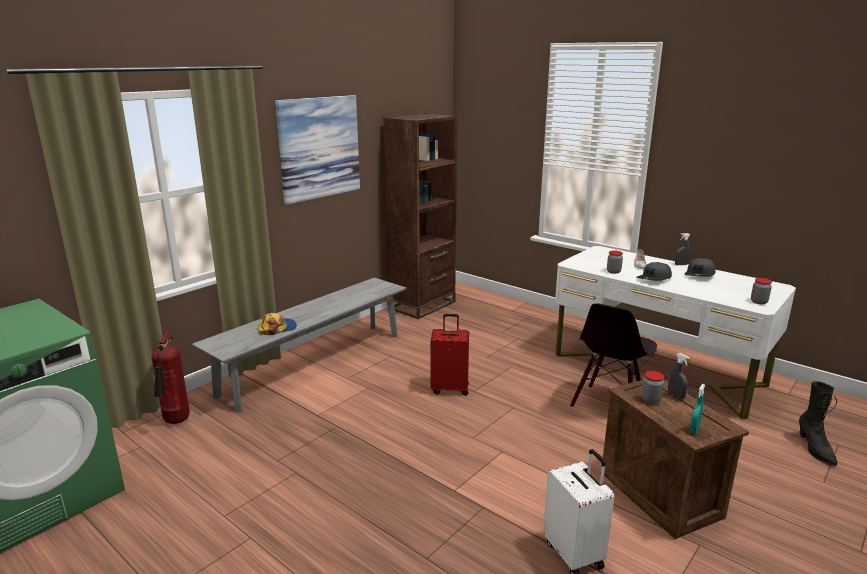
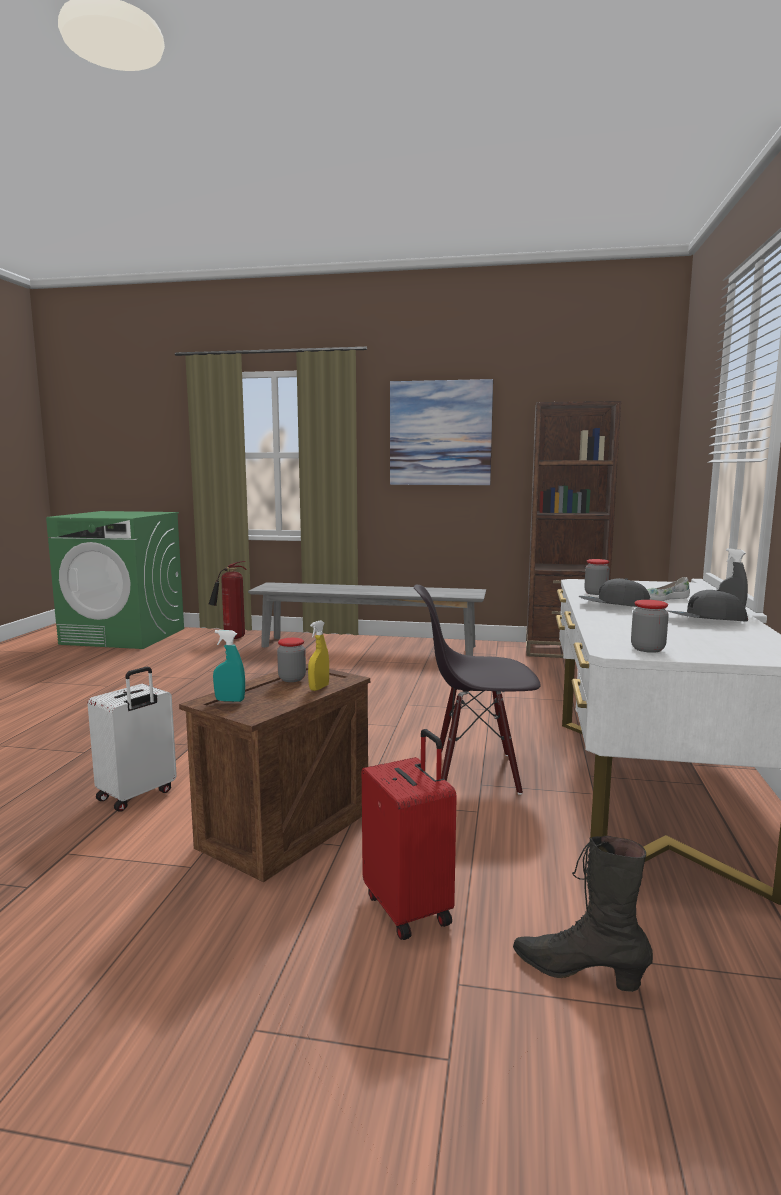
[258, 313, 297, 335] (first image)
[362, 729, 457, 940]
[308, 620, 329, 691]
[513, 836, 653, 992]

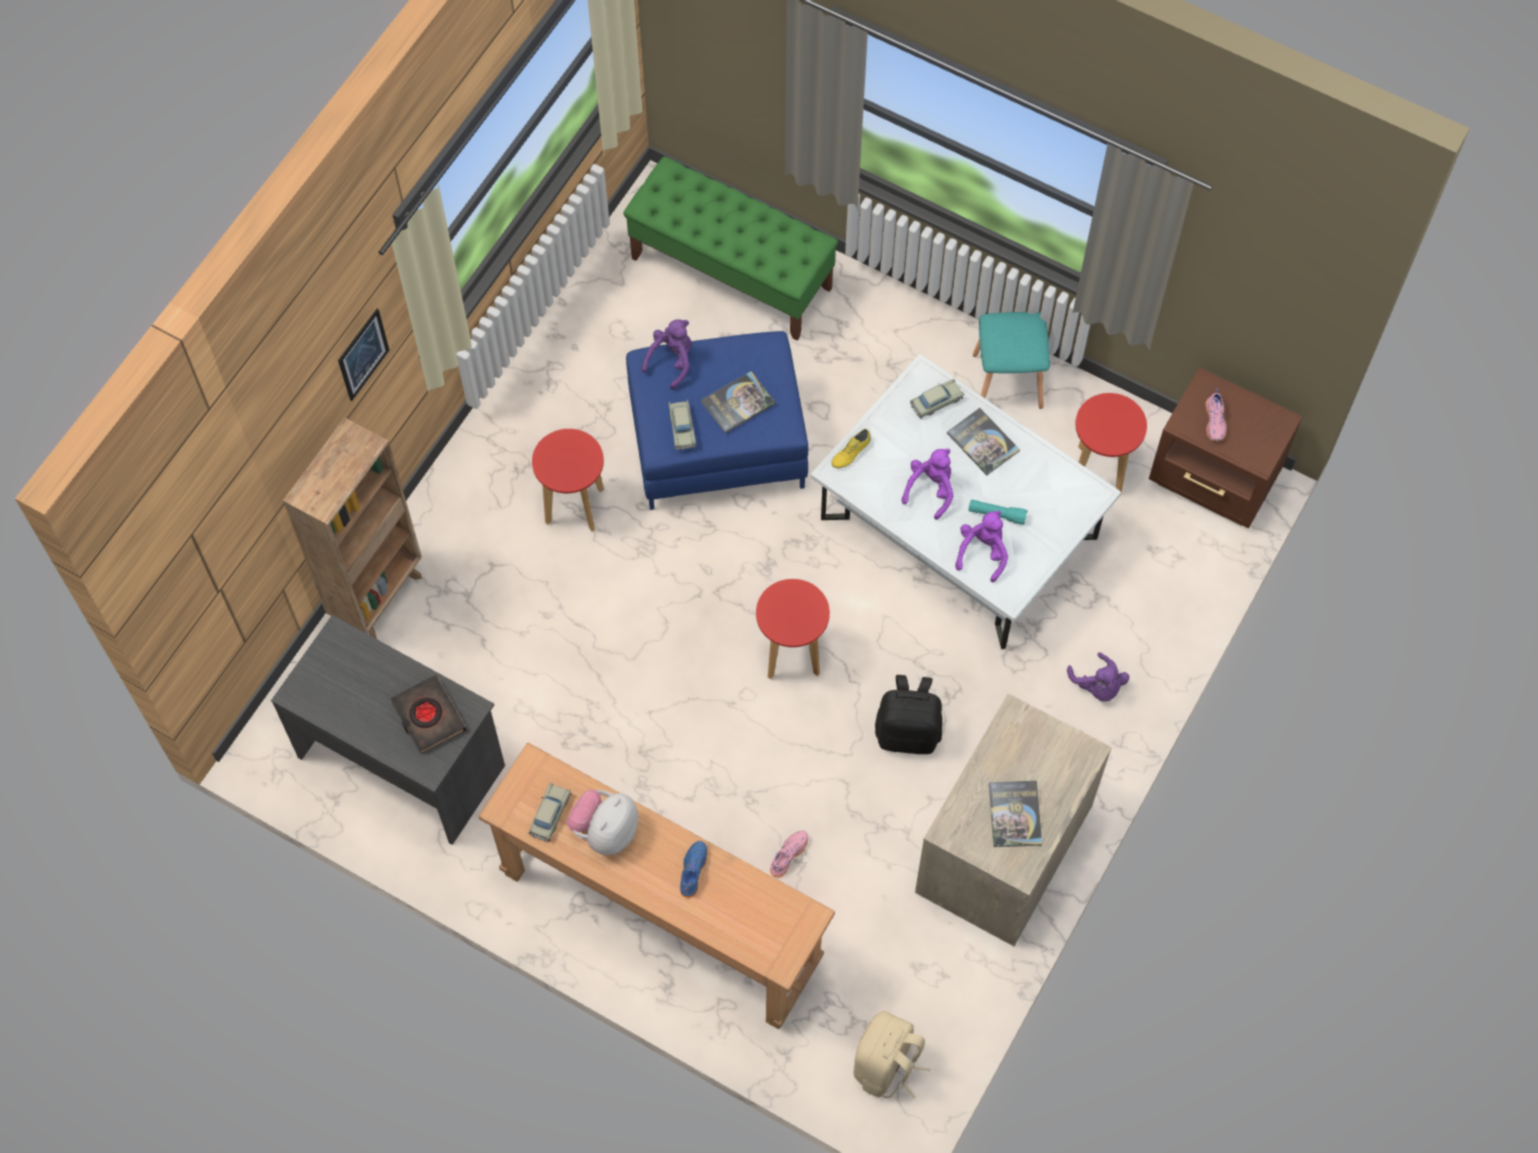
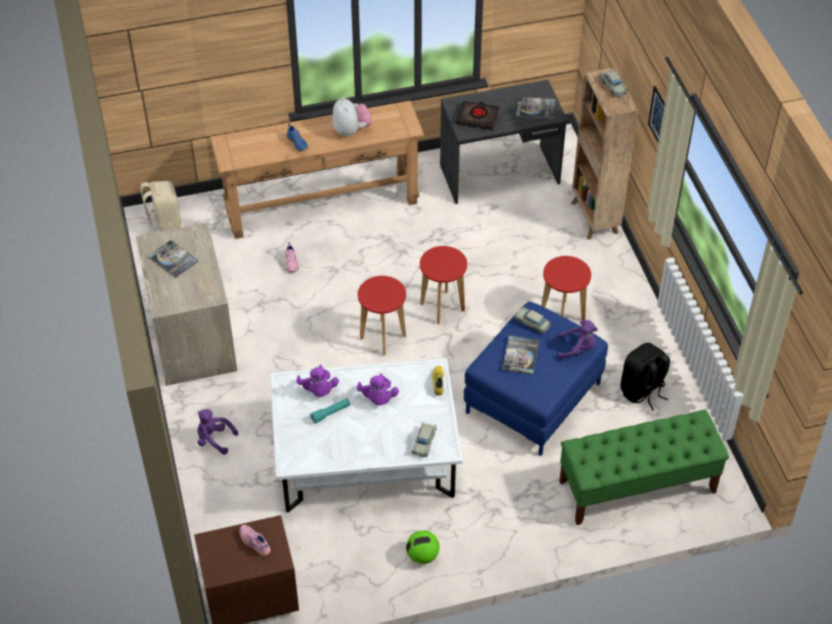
[406, 530, 439, 564]
[558, 320, 598, 359]
[420, 246, 467, 324]
[516, 97, 556, 119]
[620, 343, 670, 410]
[599, 69, 628, 97]

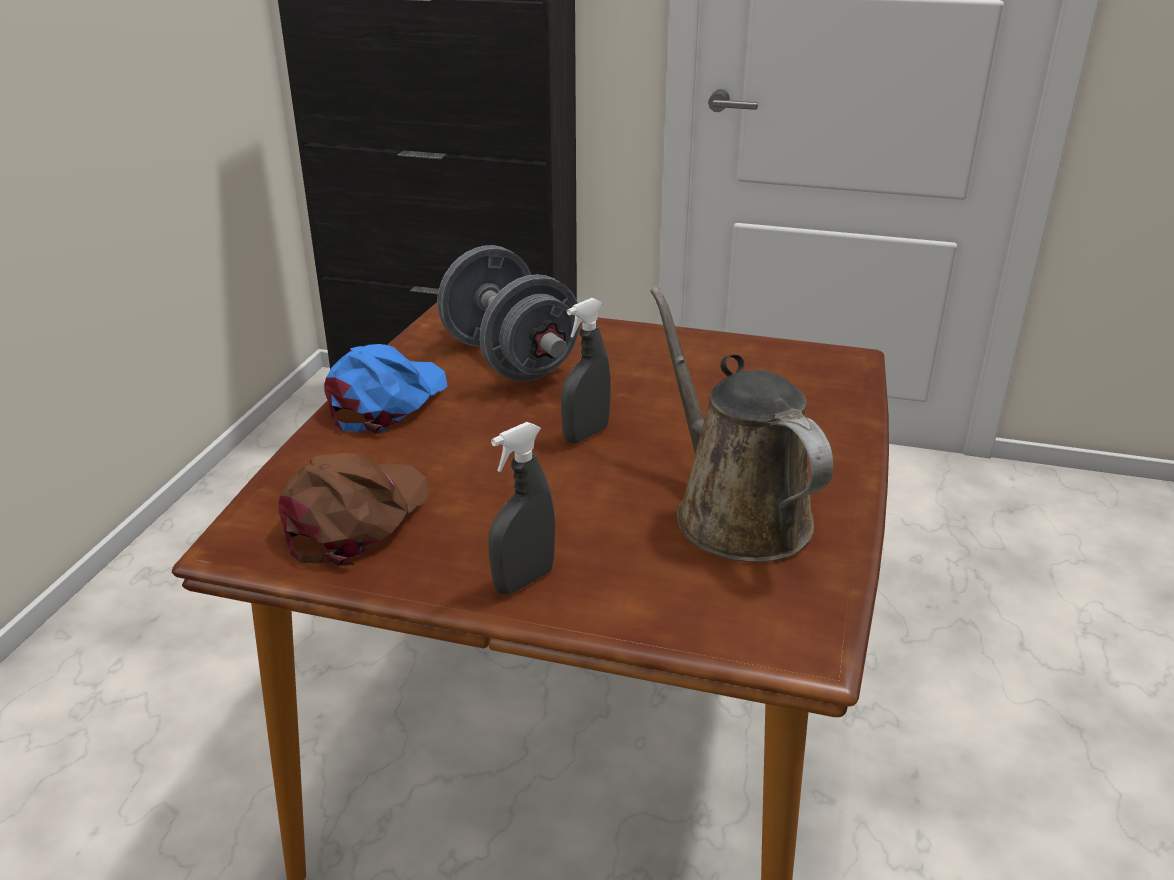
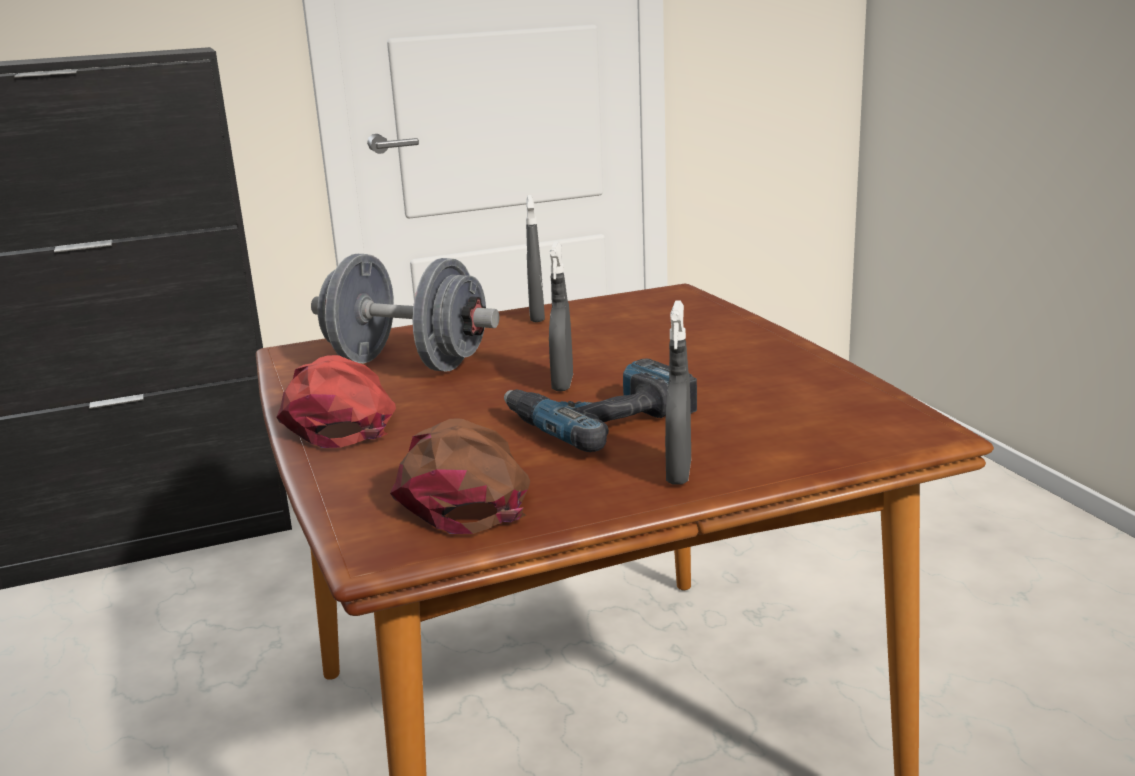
[650, 287, 833, 562] (first image)
[276, 355, 396, 448]
[526, 195, 545, 322]
[504, 359, 697, 452]

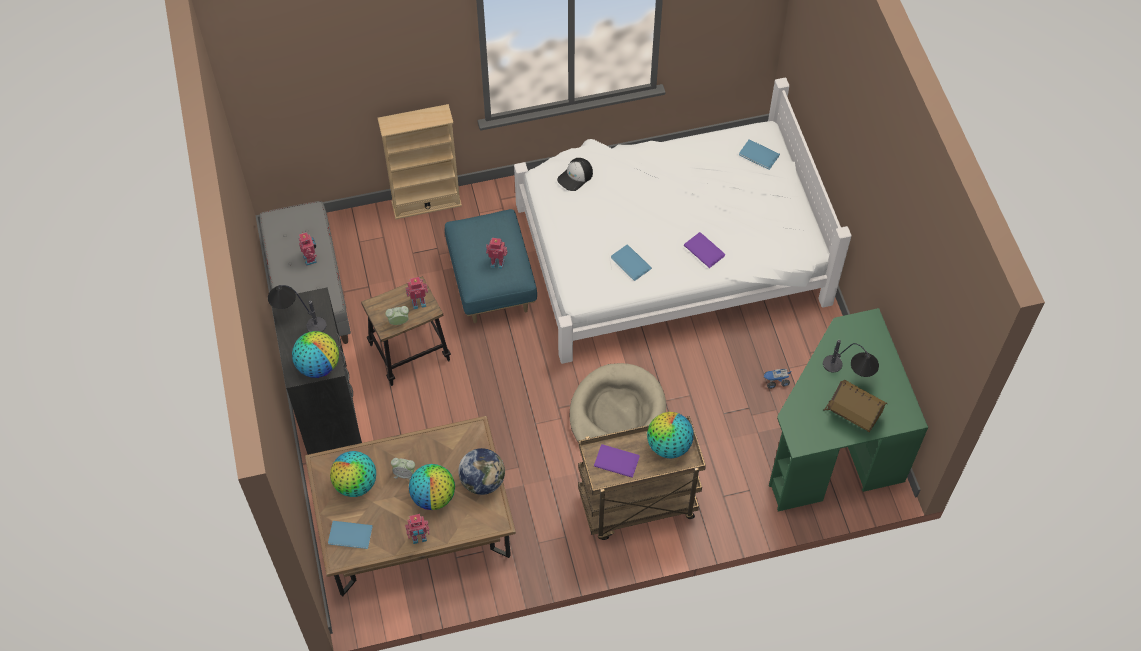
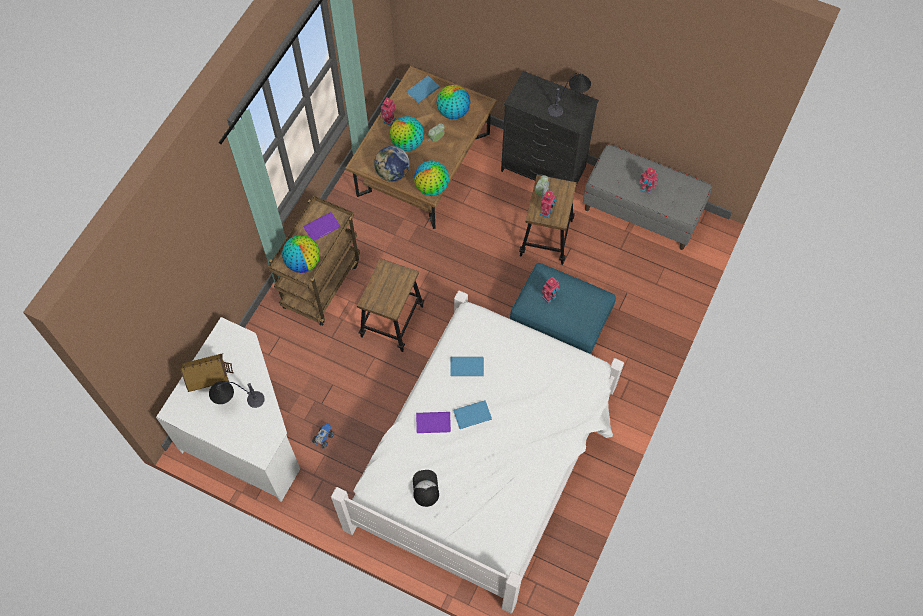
[378, 104, 462, 219] (first image)
[453, 400, 492, 429]
[413, 470, 439, 507]
[156, 317, 300, 502]
[414, 160, 449, 196]
[357, 258, 424, 352]

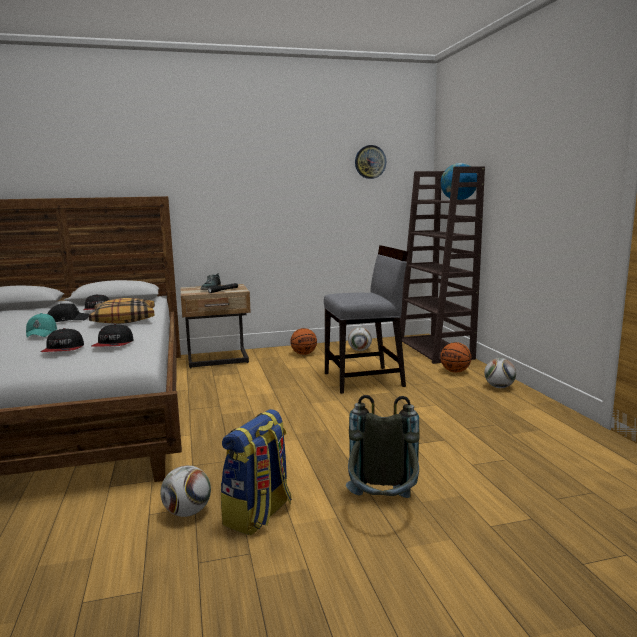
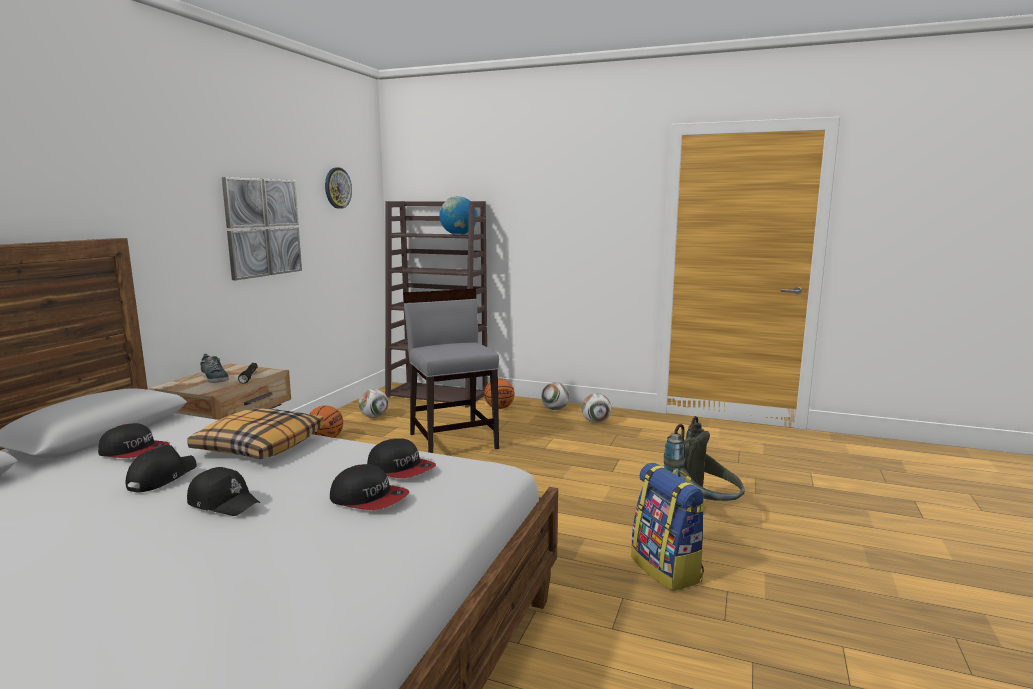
[403, 288, 499, 453]
[187, 467, 260, 516]
[582, 393, 612, 423]
[222, 177, 302, 280]

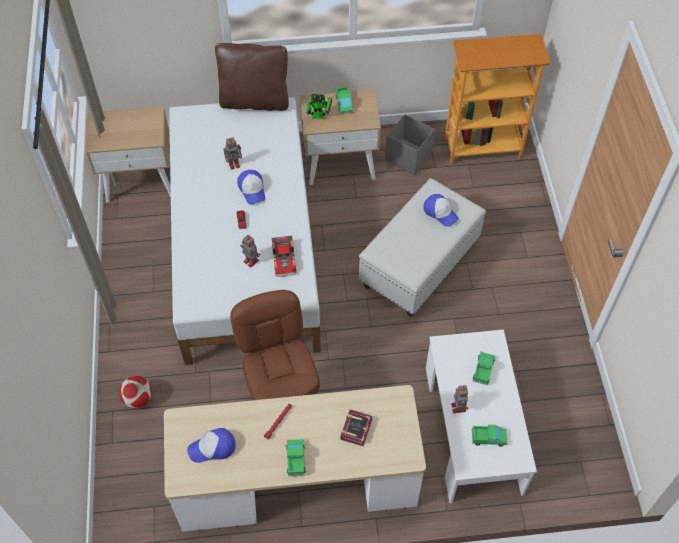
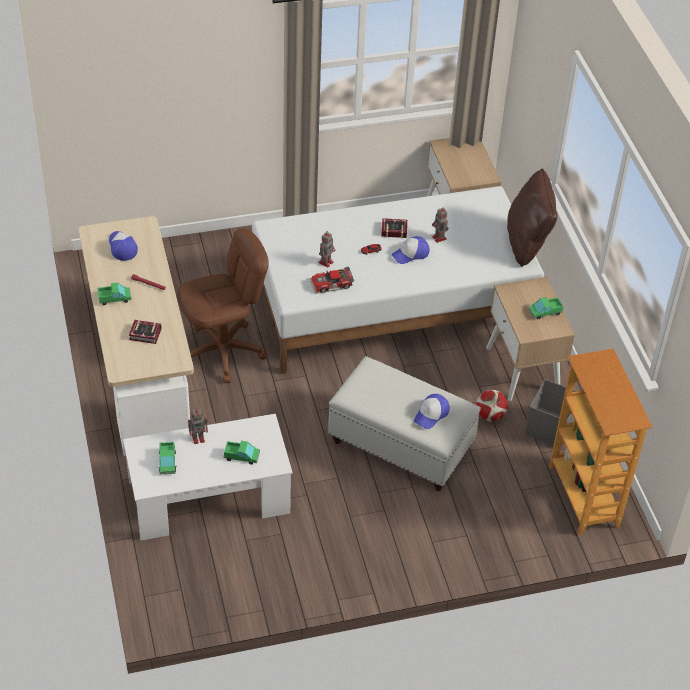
[304, 94, 332, 119] (first image)
[476, 390, 508, 421]
[381, 218, 407, 238]

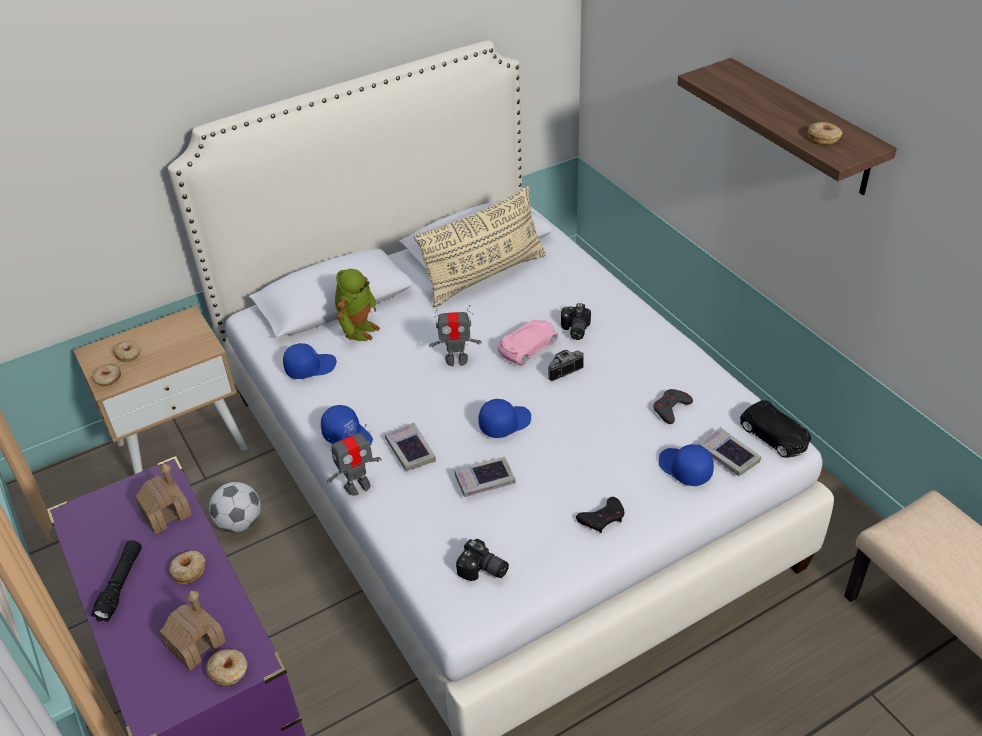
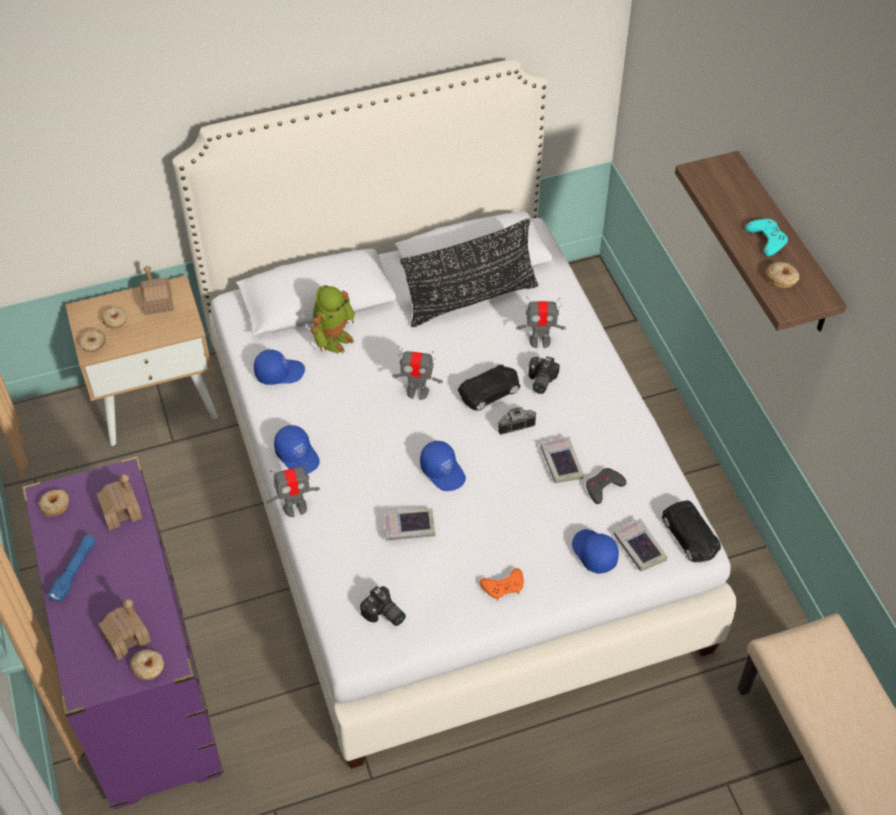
[400, 219, 538, 327]
[458, 365, 520, 411]
[420, 441, 466, 491]
[540, 436, 584, 483]
[209, 482, 261, 532] (first image)
[480, 568, 524, 601]
[47, 535, 96, 604]
[39, 489, 69, 517]
[746, 219, 788, 256]
[140, 265, 174, 315]
[516, 296, 566, 348]

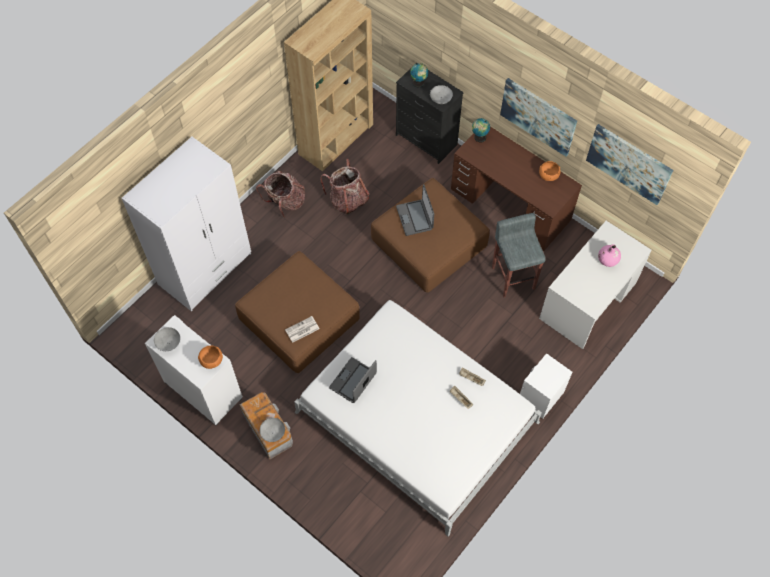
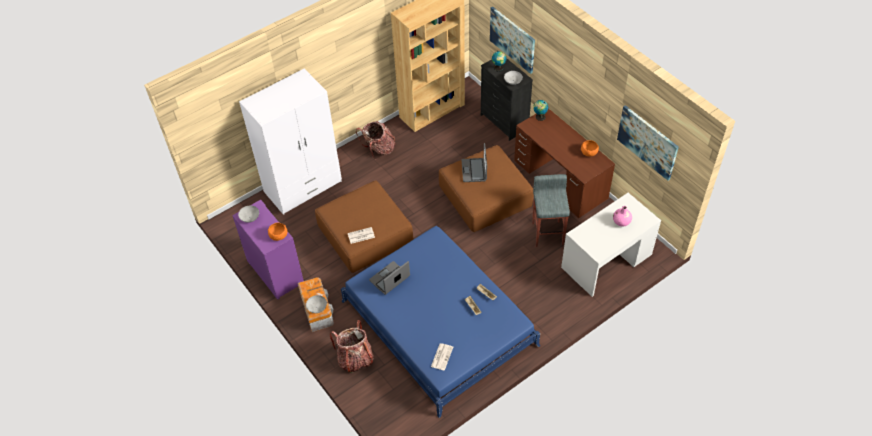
[490, 6, 535, 74]
[330, 320, 374, 373]
[341, 226, 540, 418]
[232, 200, 304, 300]
[520, 353, 572, 419] (first image)
[431, 343, 453, 370]

